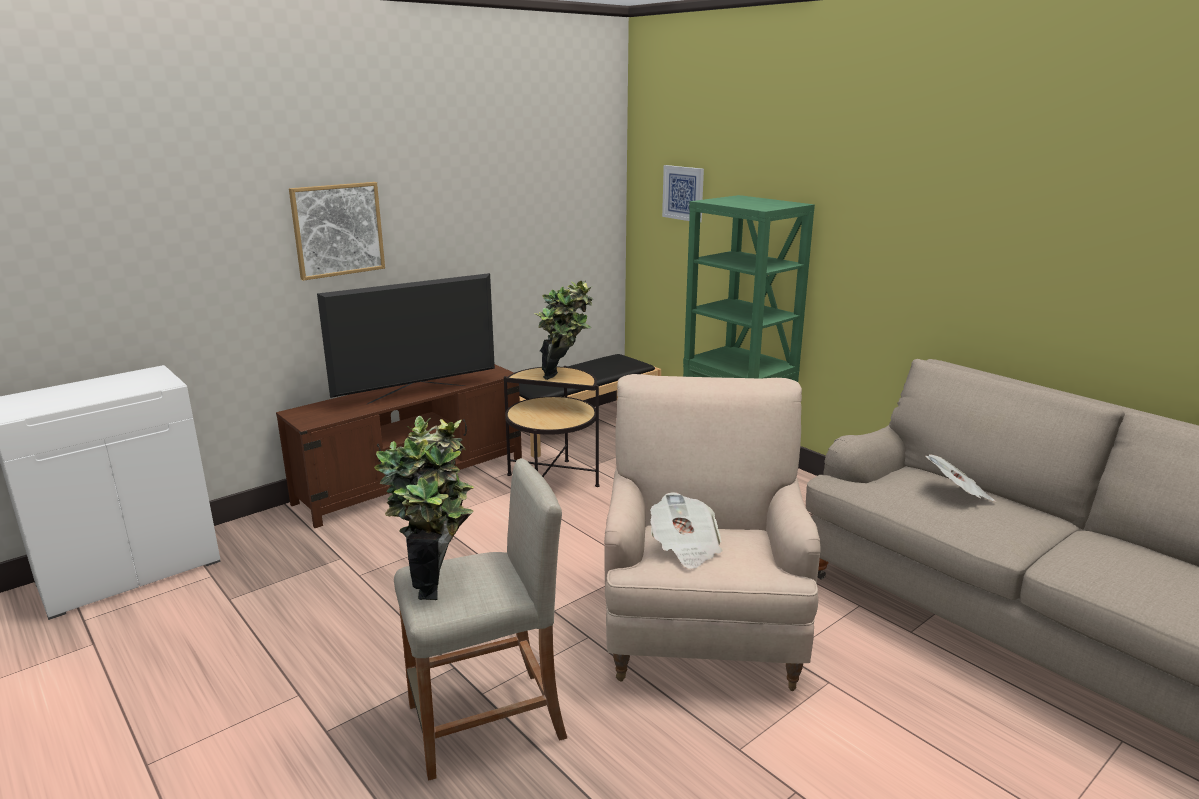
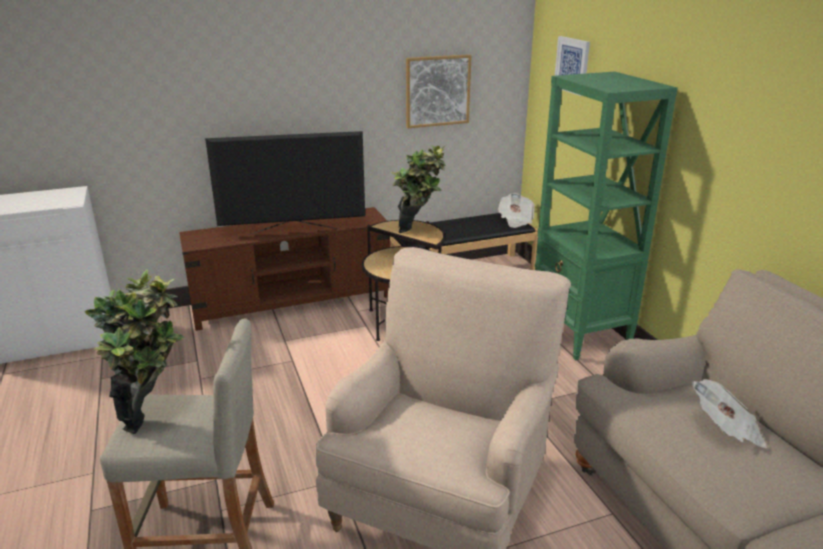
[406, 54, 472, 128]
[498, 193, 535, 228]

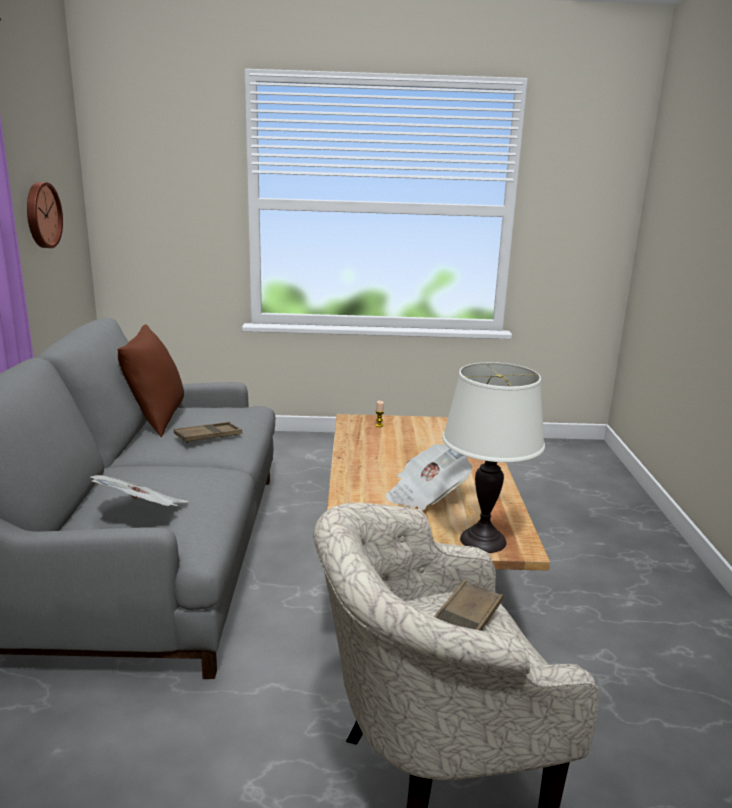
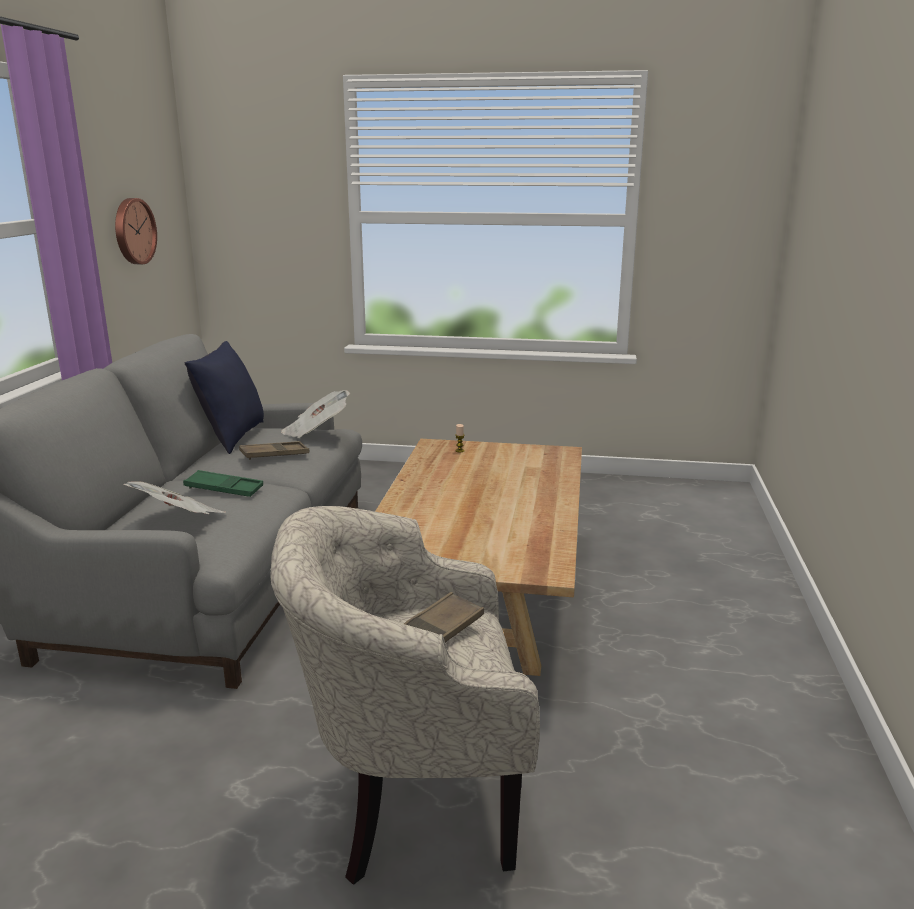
[185, 341, 264, 454]
[442, 362, 545, 553] (first image)
[281, 390, 350, 438]
[183, 470, 263, 497]

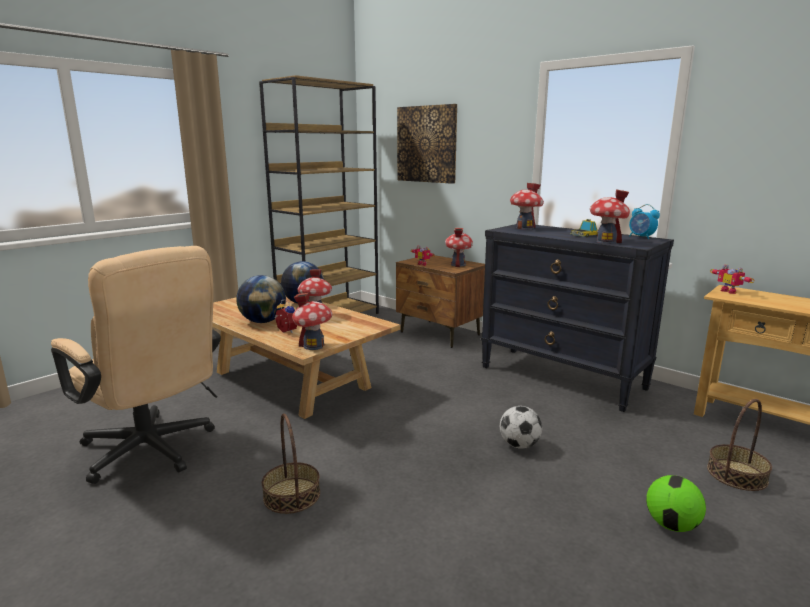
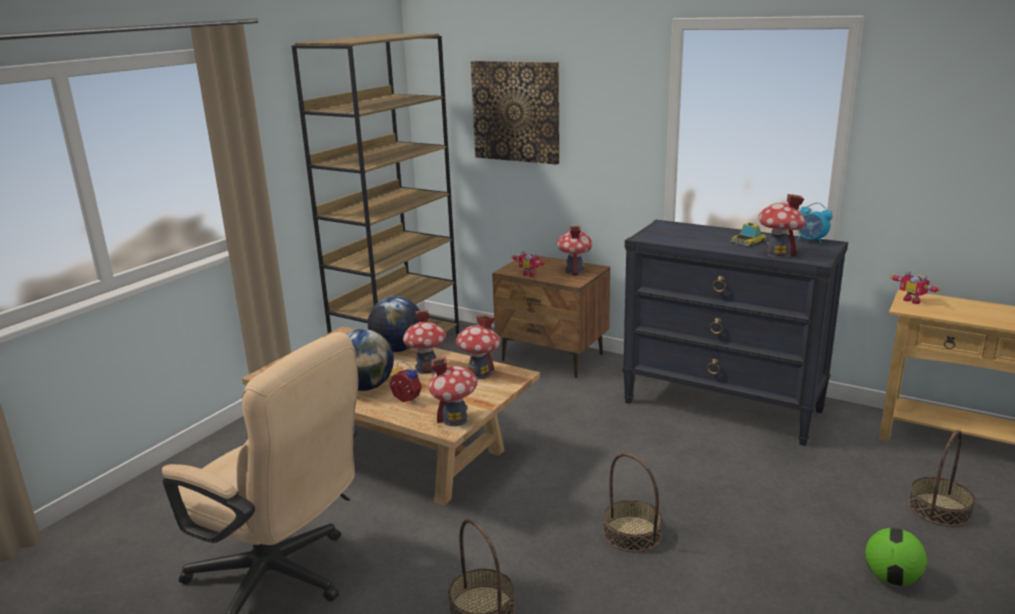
[456, 314, 501, 379]
[500, 406, 542, 449] (first image)
[603, 453, 662, 552]

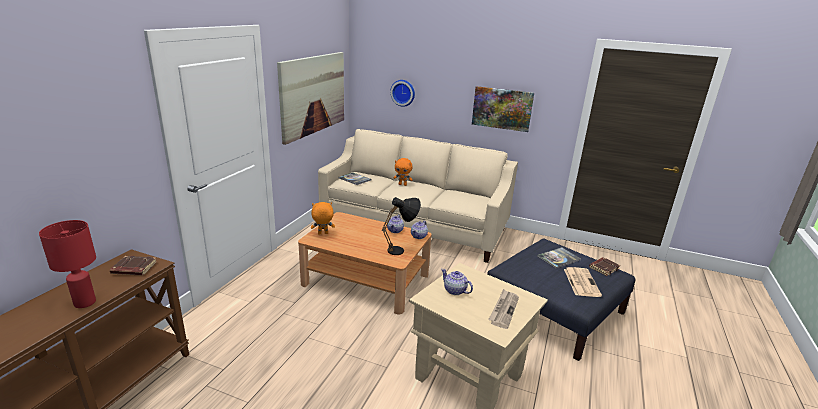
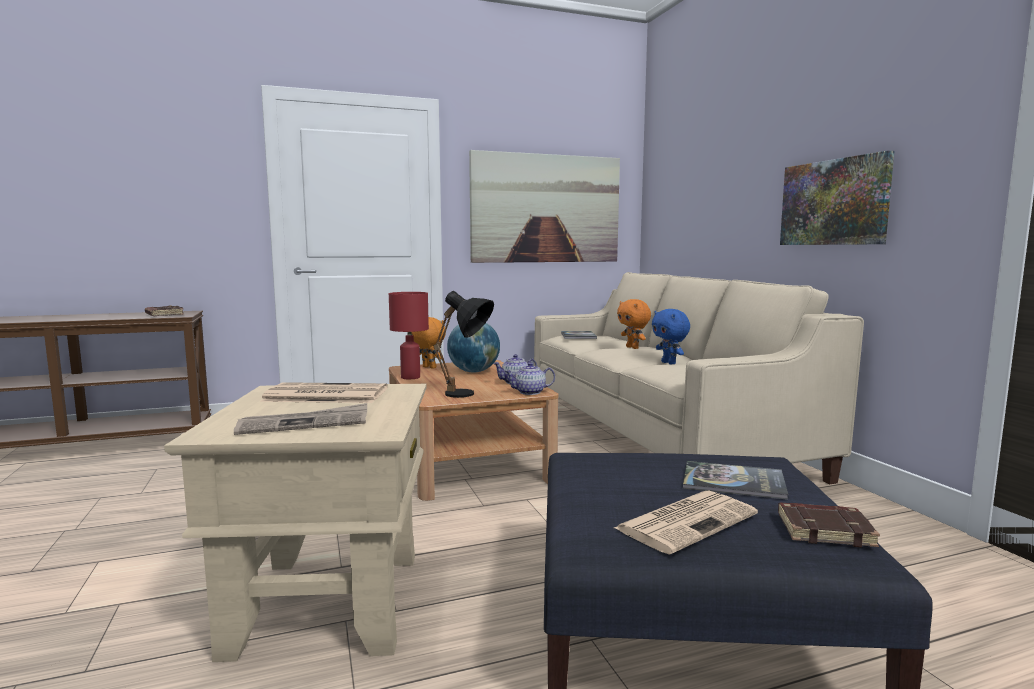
[390, 80, 415, 107] (first image)
[389, 292, 429, 379]
[260, 382, 388, 403]
[652, 309, 690, 364]
[447, 323, 500, 373]

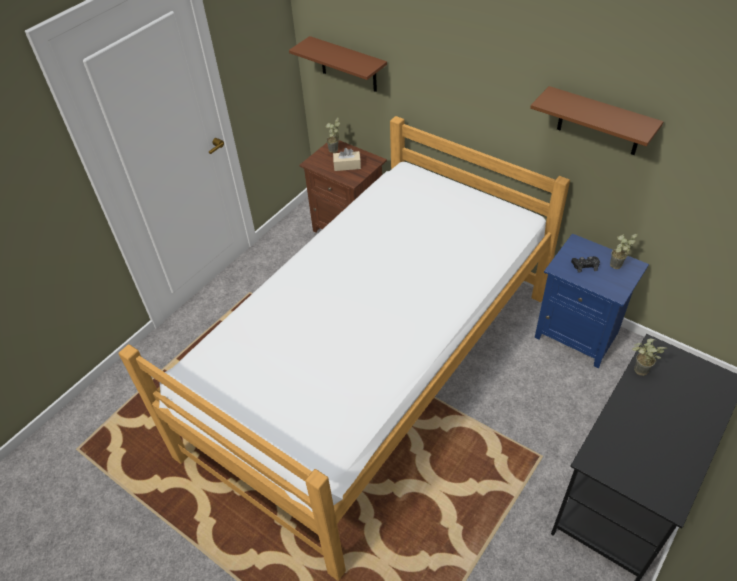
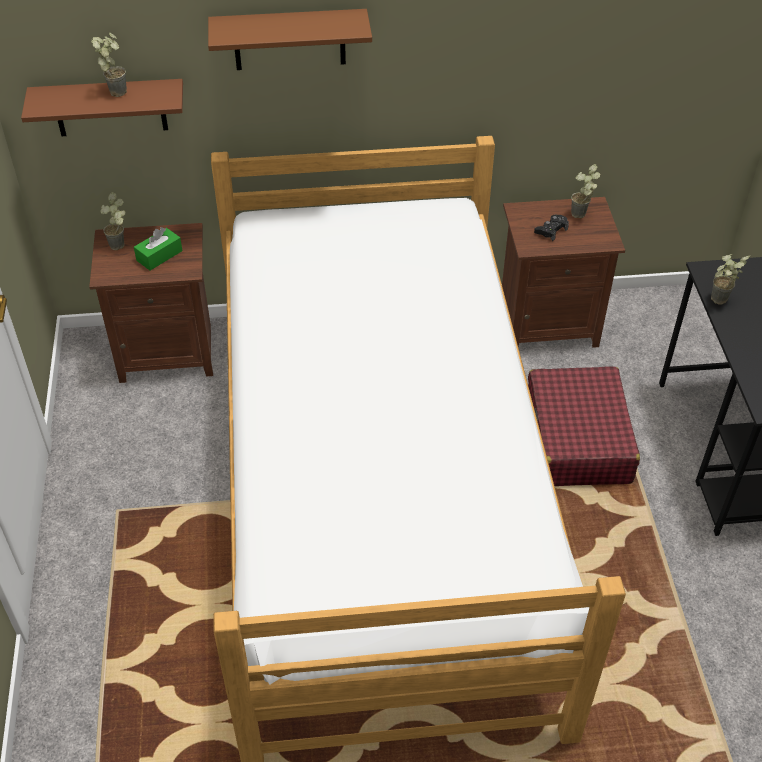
[208, 9, 372, 70]
[134, 227, 182, 270]
[502, 197, 625, 348]
[92, 33, 127, 97]
[528, 366, 640, 486]

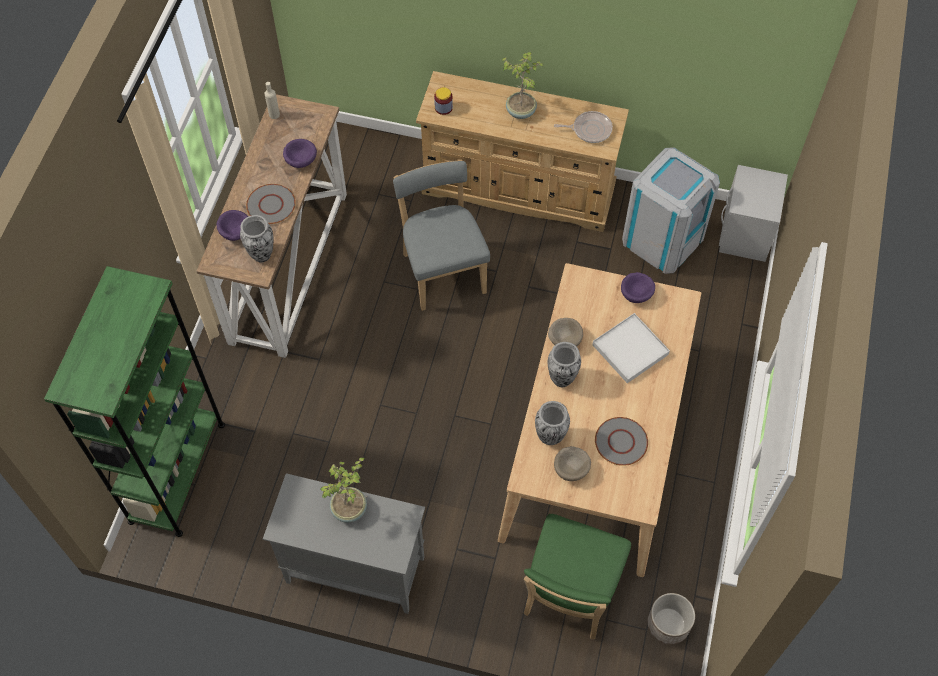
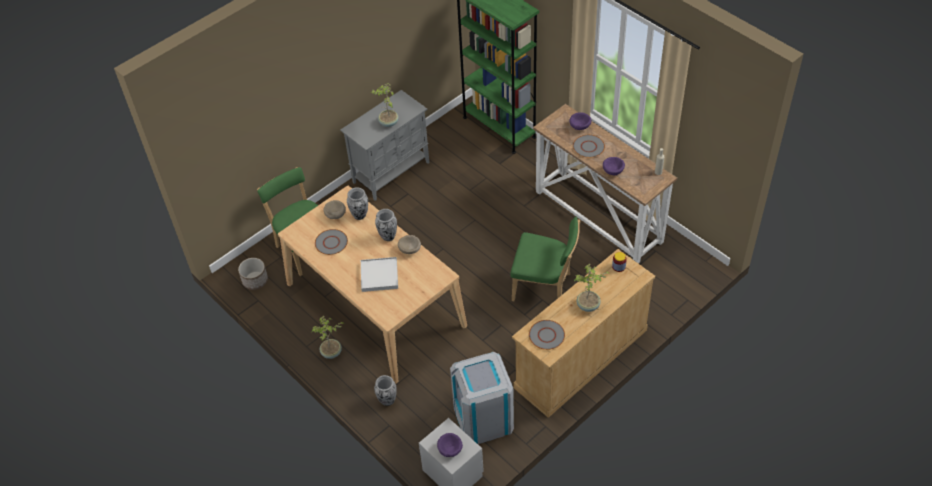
[529, 320, 565, 350]
[511, 217, 580, 301]
[374, 375, 397, 406]
[437, 433, 463, 457]
[312, 316, 345, 359]

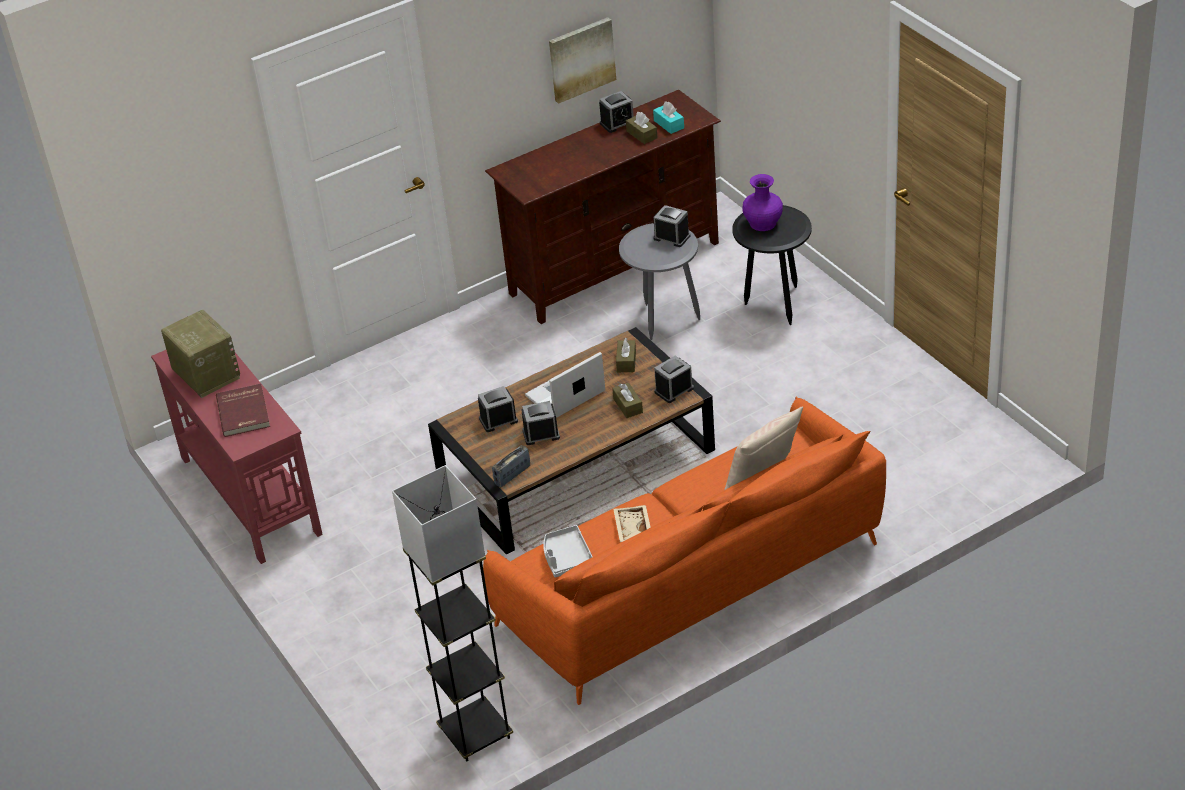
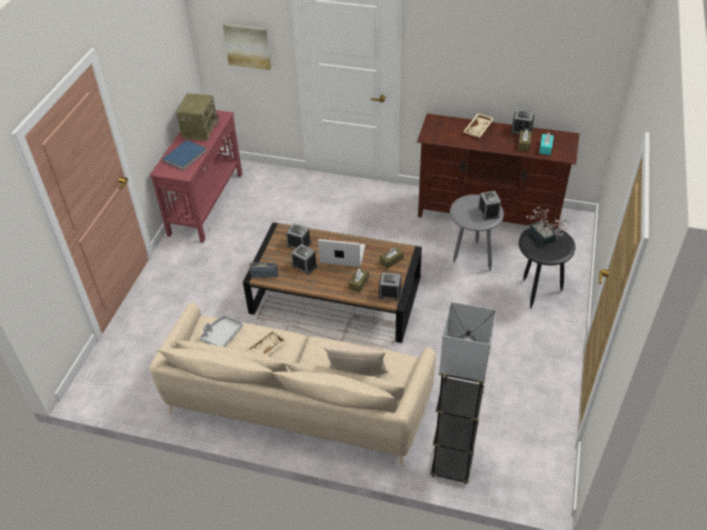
[223, 23, 271, 70]
[526, 207, 569, 246]
[163, 140, 207, 170]
[150, 301, 436, 465]
[430, 302, 496, 484]
[463, 113, 494, 137]

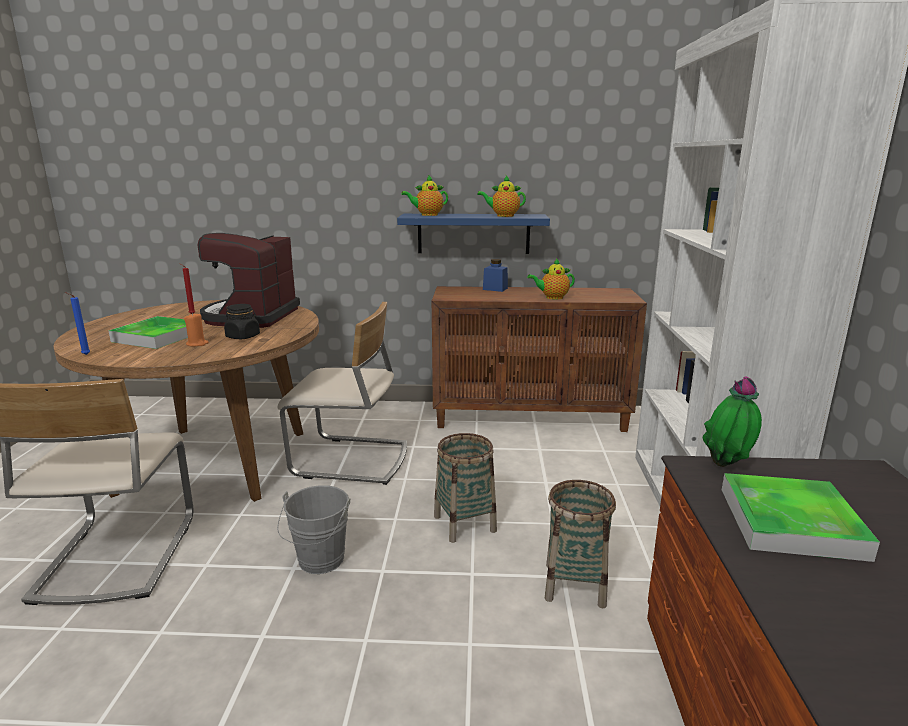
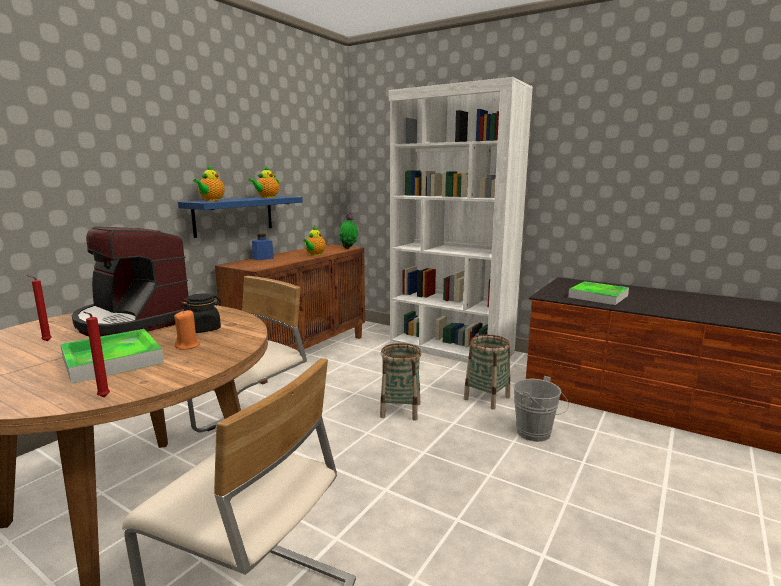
[83, 312, 110, 397]
[339, 212, 358, 249]
[513, 376, 569, 442]

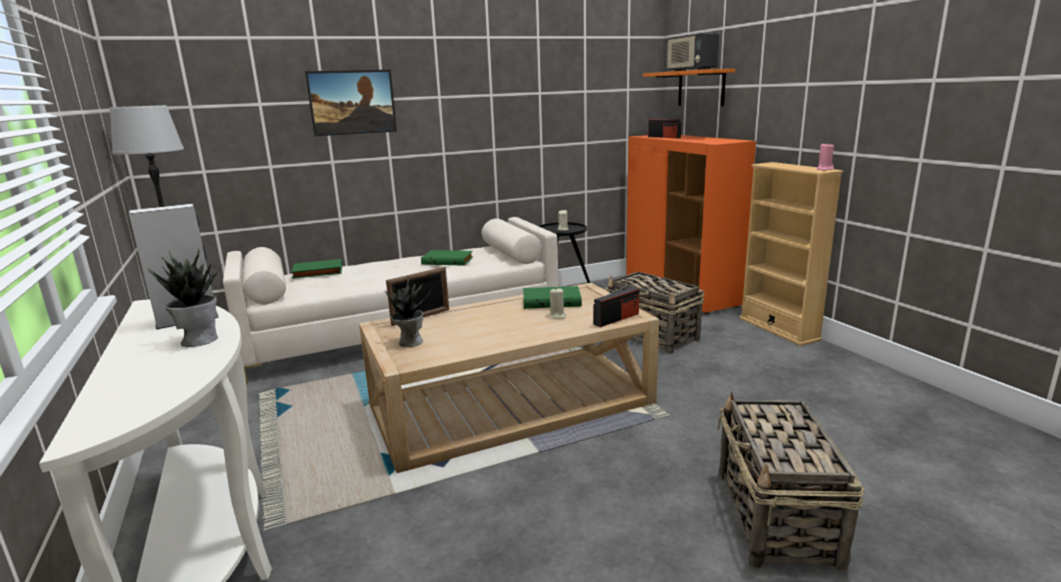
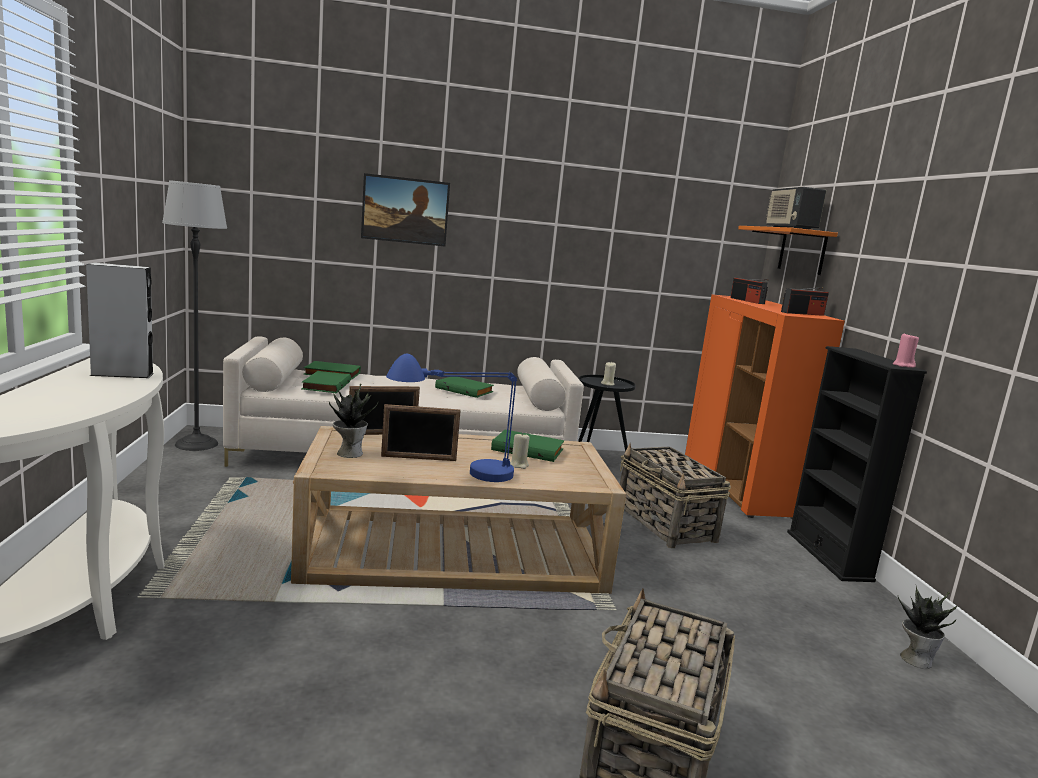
[787, 346, 927, 582]
[898, 587, 957, 669]
[781, 287, 829, 316]
[386, 354, 517, 482]
[302, 371, 351, 393]
[381, 404, 461, 461]

